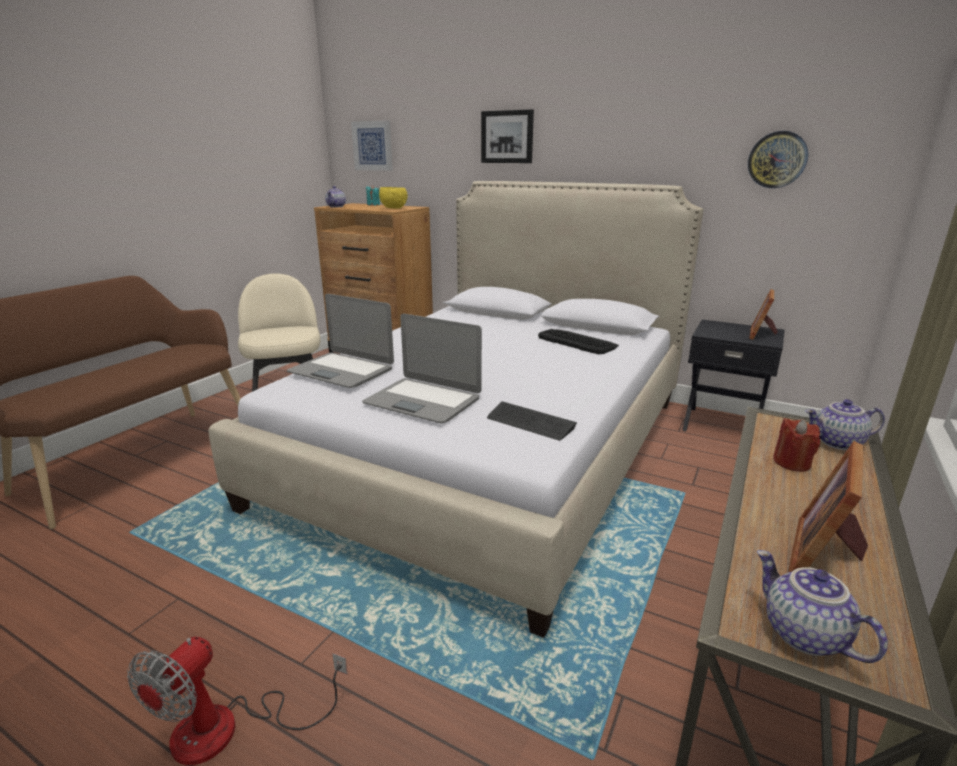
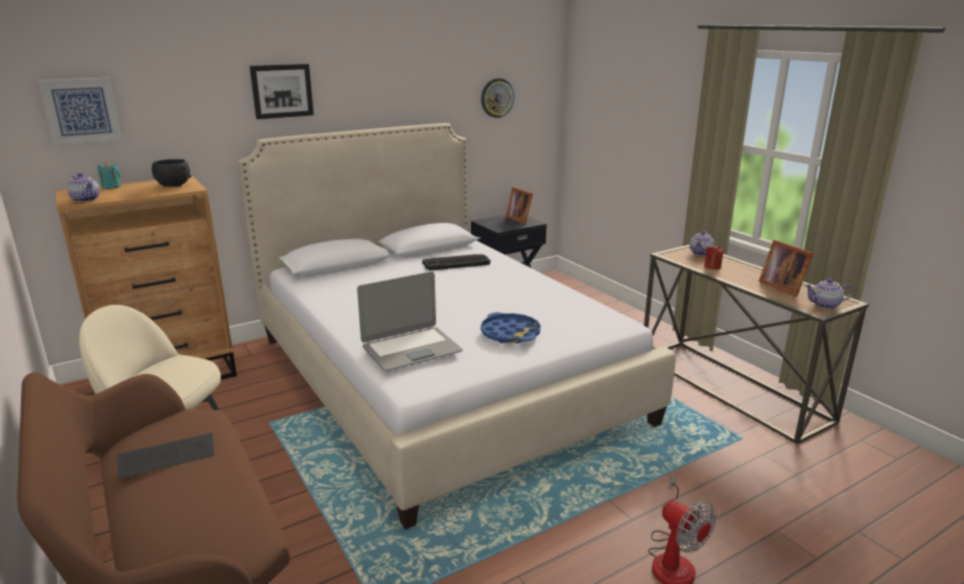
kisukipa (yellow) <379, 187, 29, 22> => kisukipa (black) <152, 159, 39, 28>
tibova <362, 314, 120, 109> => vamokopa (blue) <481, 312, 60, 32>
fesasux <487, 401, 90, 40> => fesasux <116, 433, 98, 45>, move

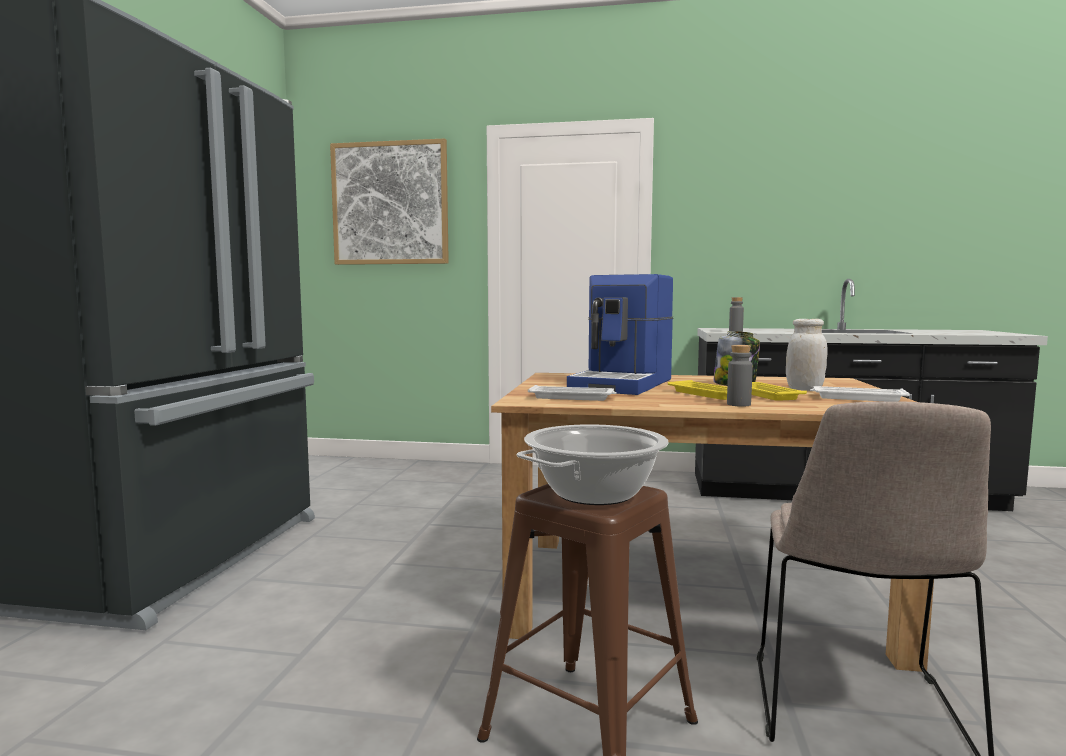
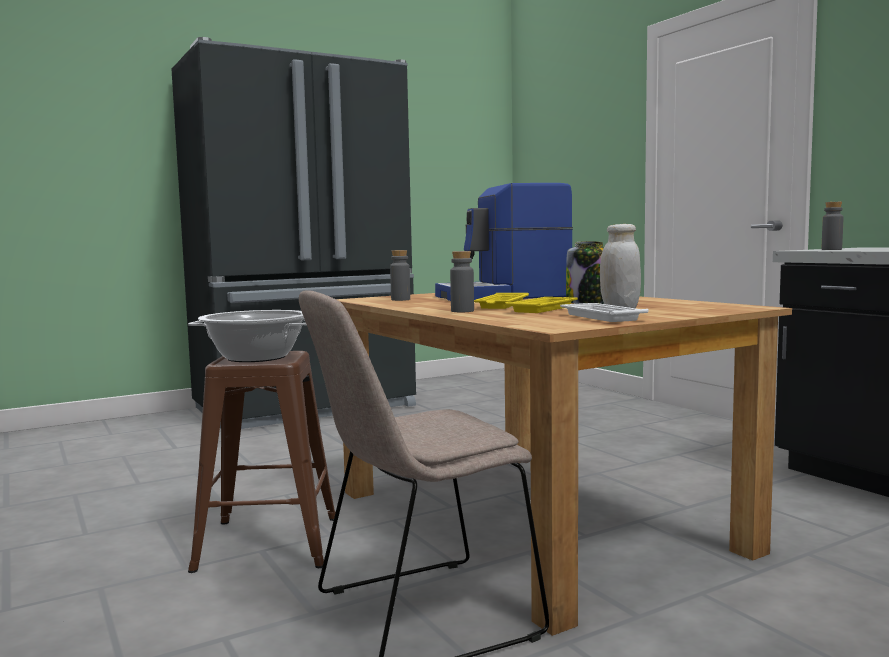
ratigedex <330, 138, 119, 127> => nothing
vamokopa (white) <528, 385, 89, 16> => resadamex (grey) <390, 250, 20, 51>

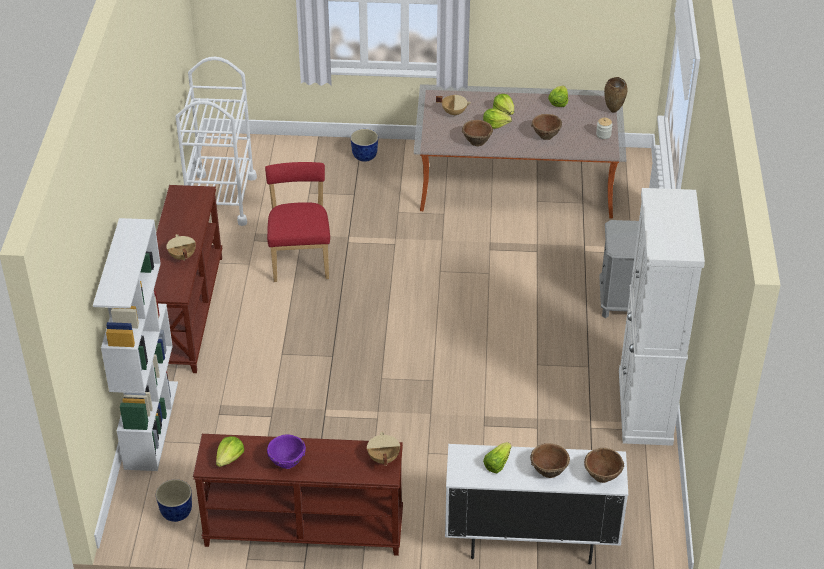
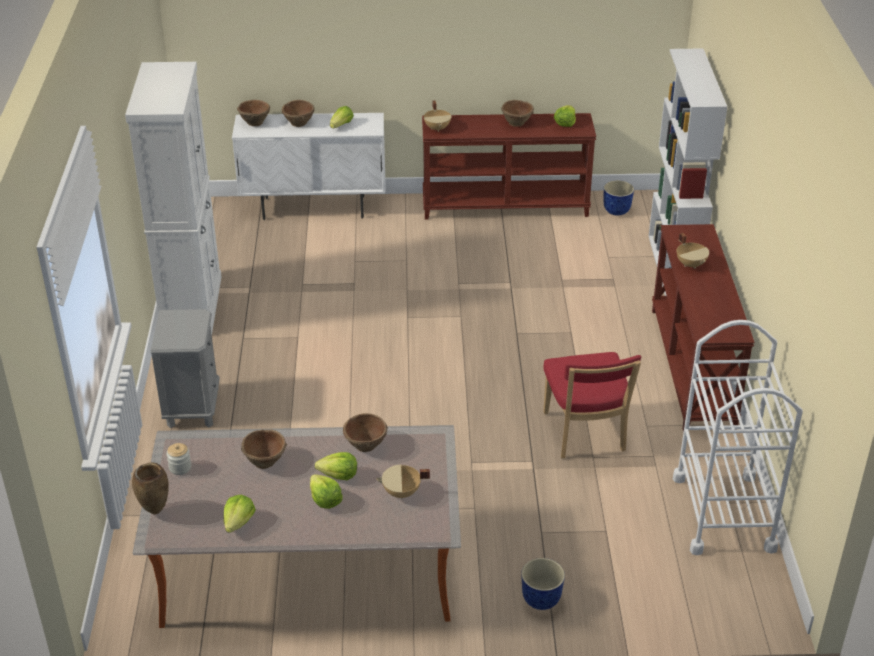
kisukipa (purple) <267, 435, 39, 34> => kisukipa (brown) <501, 100, 33, 27>

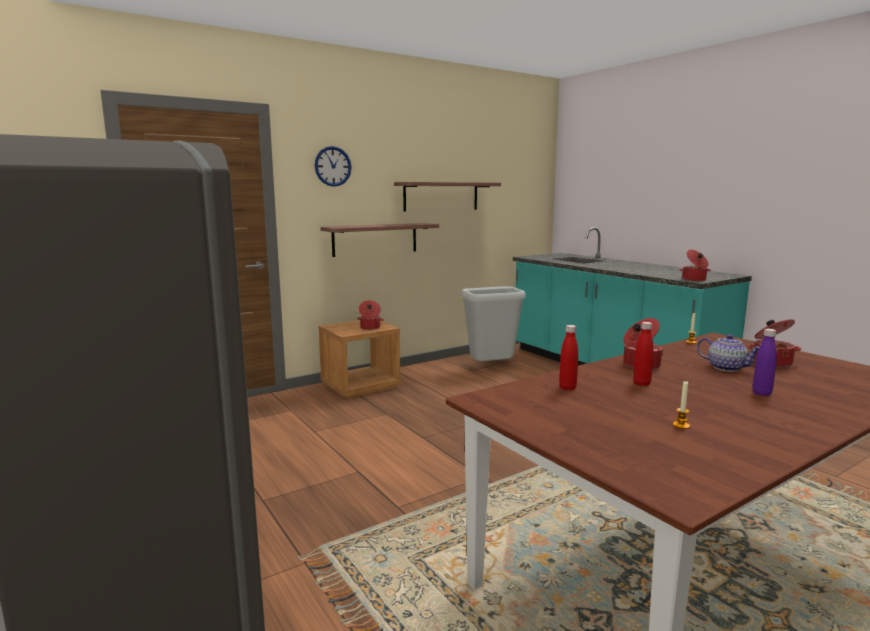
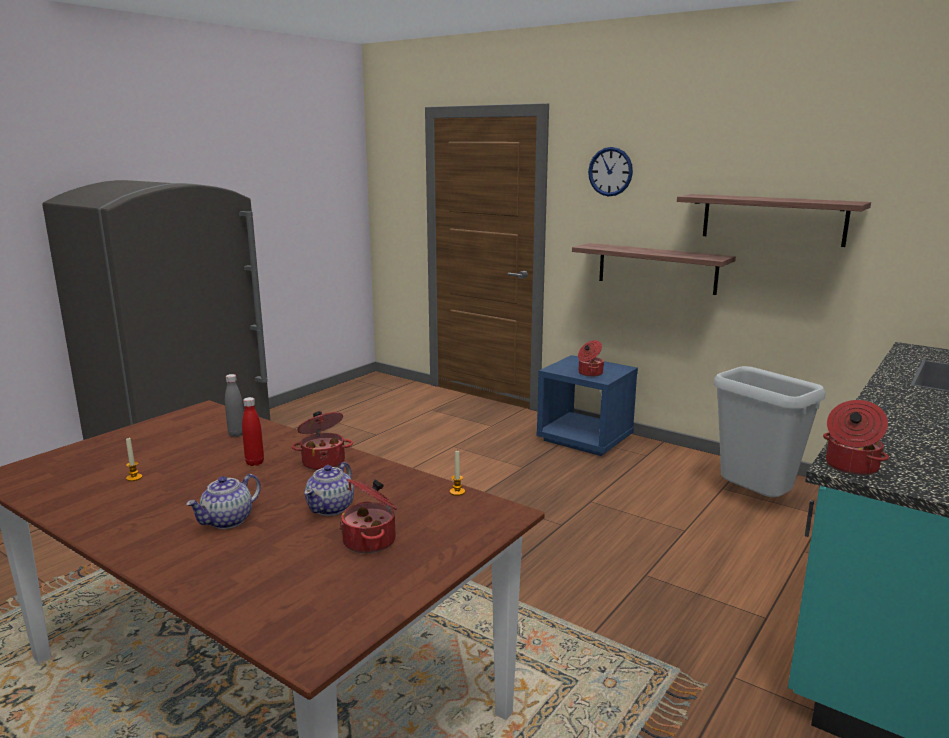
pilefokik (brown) <319, 320, 82, 79> => pilefokik (blue) <537, 355, 101, 101>
resadamex (red) <559, 325, 19, 66> => resadamex (grey) <225, 374, 19, 63>
resadamex (purple) <752, 329, 25, 67> => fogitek <186, 474, 75, 55>

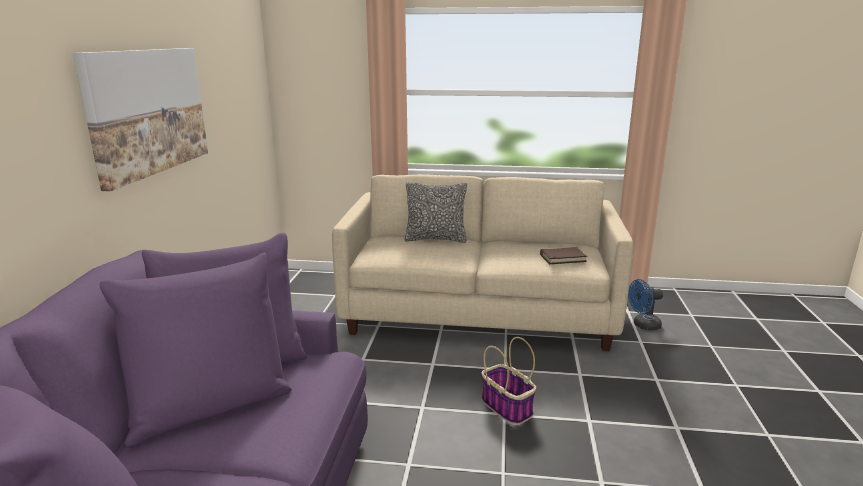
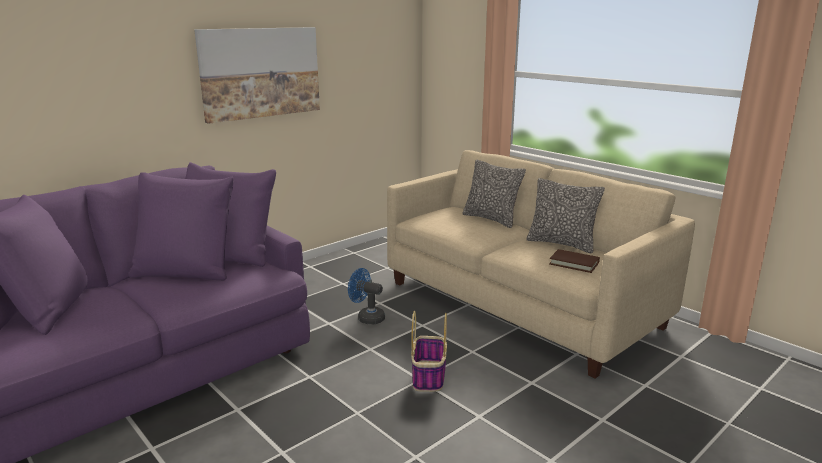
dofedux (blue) <628, 279, 35, 52> => dofedux (blue) <348, 268, 37, 57>, move
nothing => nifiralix <526, 178, 79, 75>

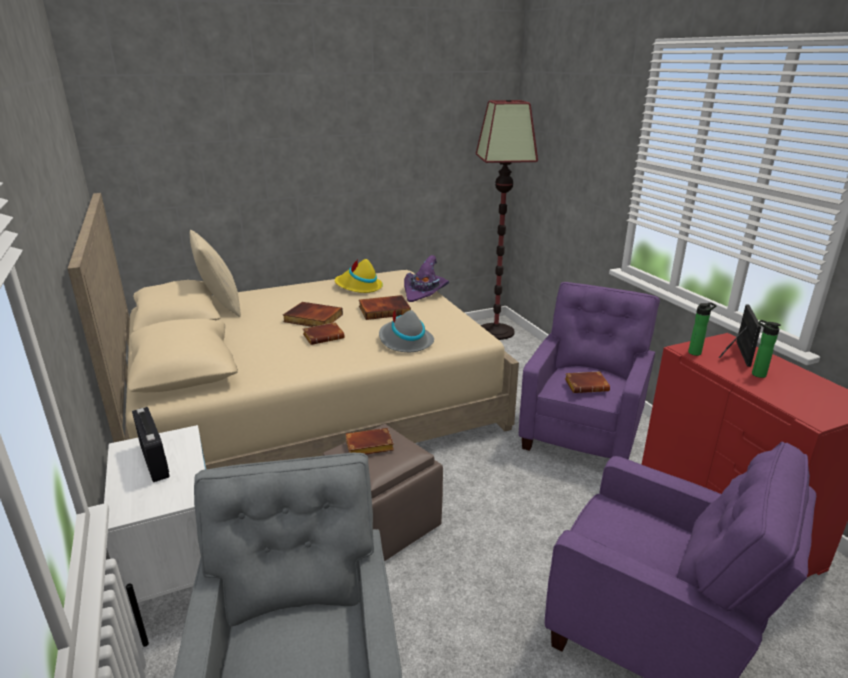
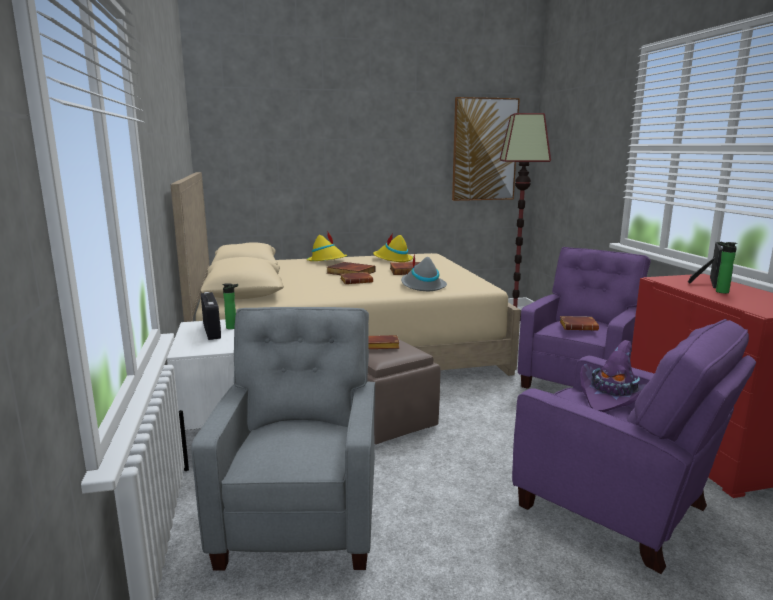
nifiralix (beige) <190, 230, 51, 87> => nothing
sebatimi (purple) <404, 255, 45, 47> => sebatimi (purple) <580, 340, 67, 72>, move
resadamex <688, 302, 29, 54> => resadamex <222, 283, 16, 46>, move
nothing => ratigedex <452, 97, 68, 104>
nothing => sebatimi (yellow) <307, 231, 40, 30>

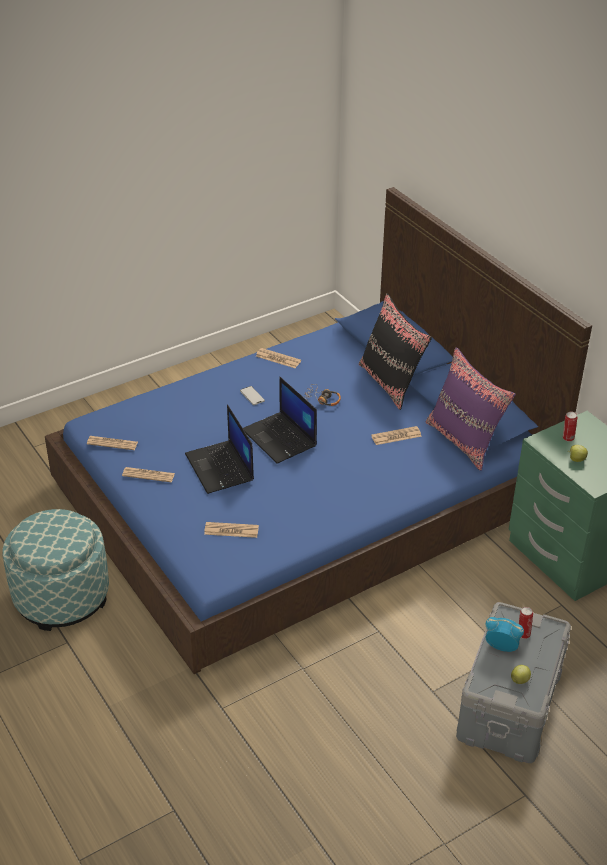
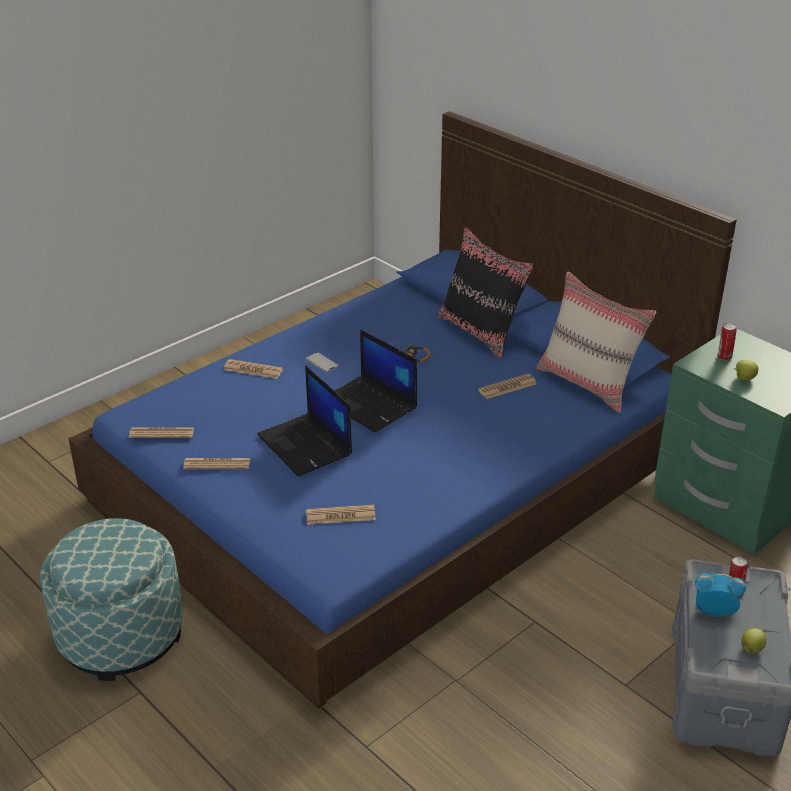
nifiralix (purple) <426, 347, 90, 124> => nifiralix (beige) <536, 271, 121, 142>
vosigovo <256, 348, 45, 20> => vosigovo <223, 359, 60, 20>, move

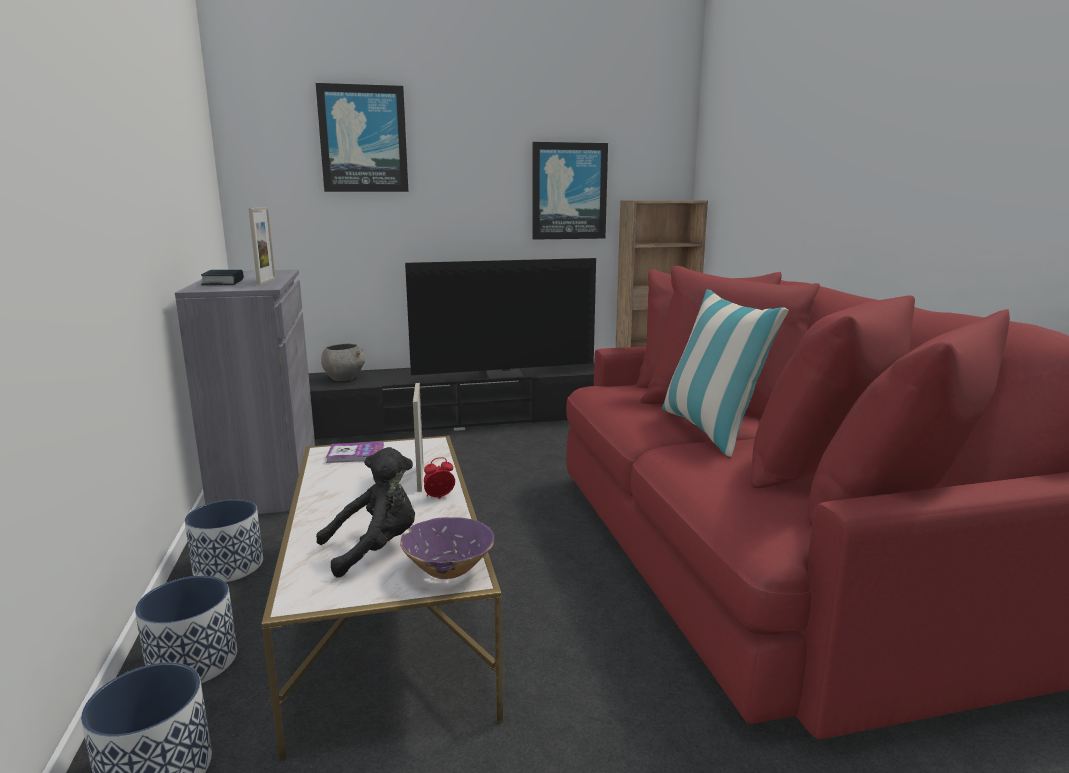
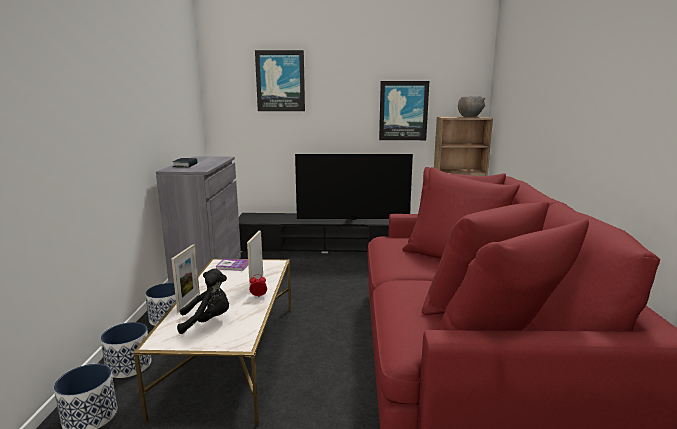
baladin <248, 207, 28, 78> => baladin <171, 244, 29, 69>, move
nifiralix <662, 289, 126, 168> => nothing
kisukipa (grey) <321, 344, 44, 37> => kisukipa (grey) <458, 96, 27, 21>, move
kisukipa (purple) <400, 517, 94, 62> => nothing

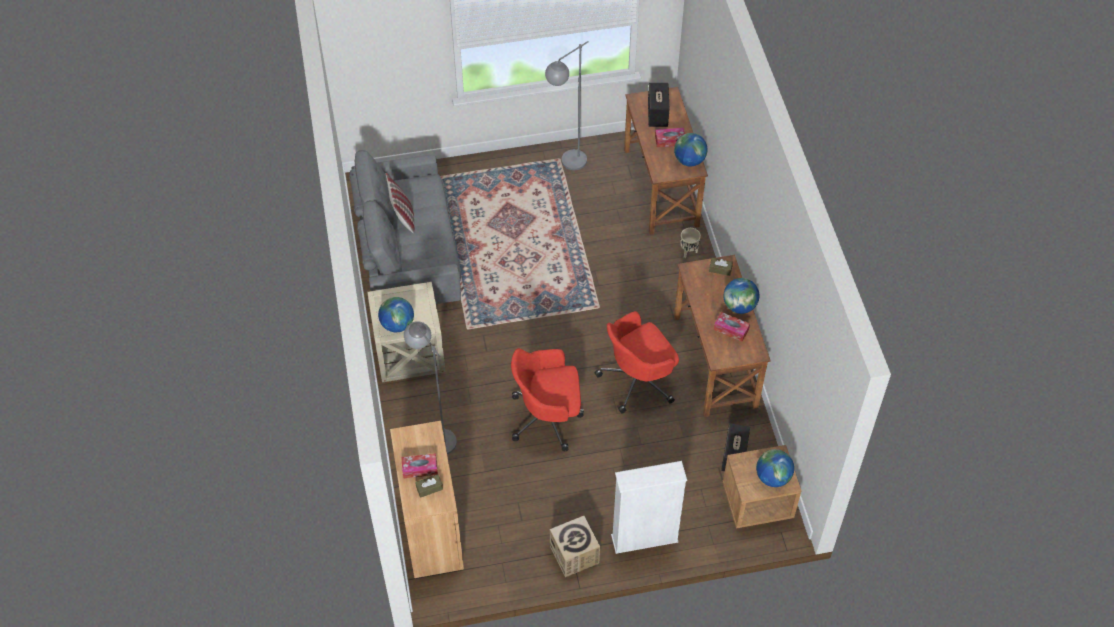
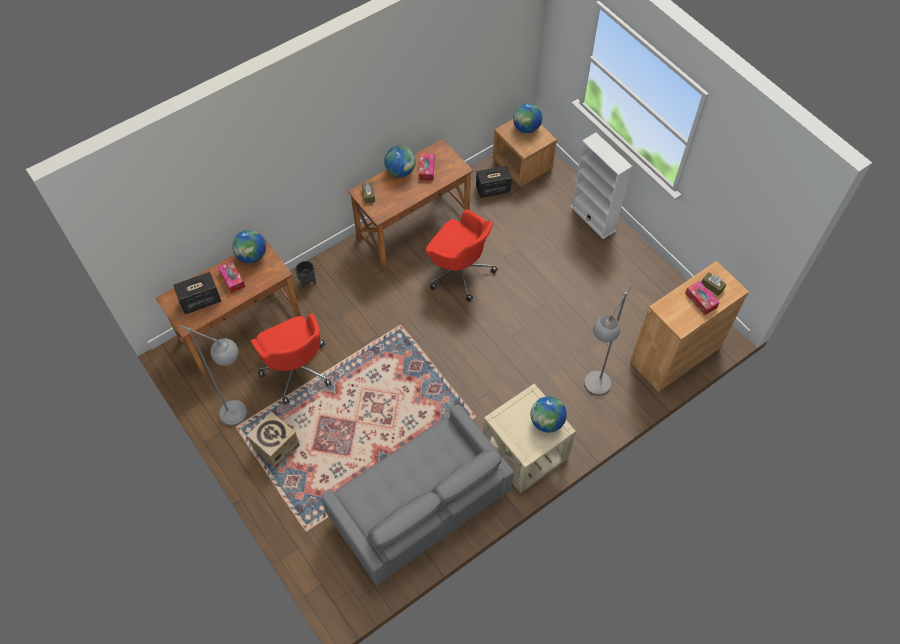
nifiralix <385, 173, 29, 60> => nothing
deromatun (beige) <680, 228, 21, 30> => deromatun (black) <295, 261, 21, 27>
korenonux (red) <511, 348, 73, 103> => korenonux (red) <251, 313, 80, 91>, move
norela <550, 516, 50, 61> => norela <247, 412, 53, 57>, move

